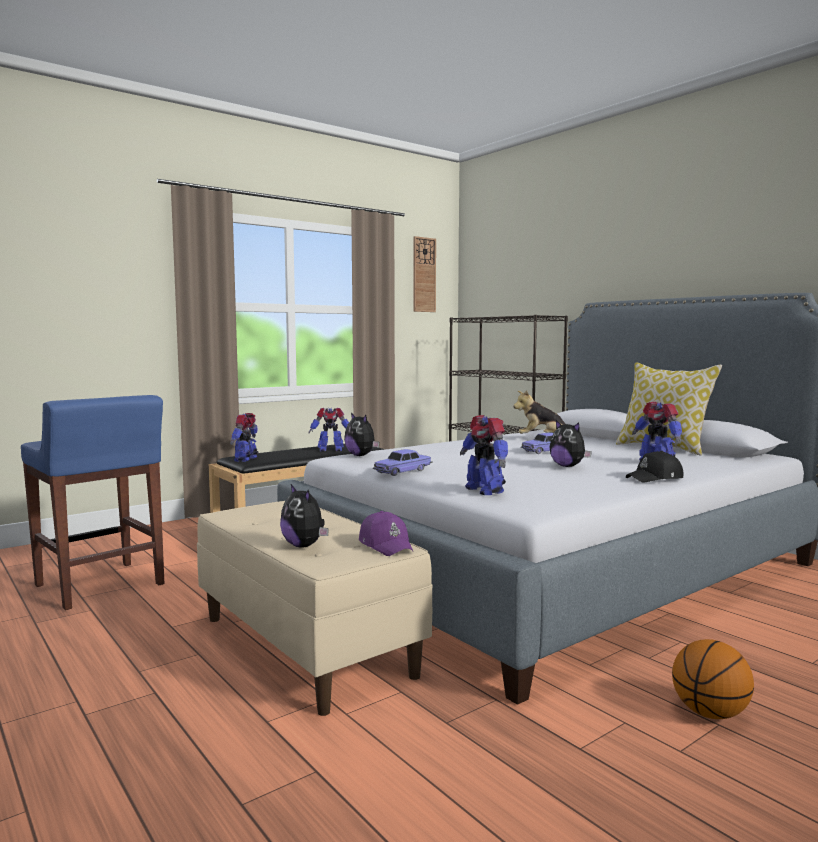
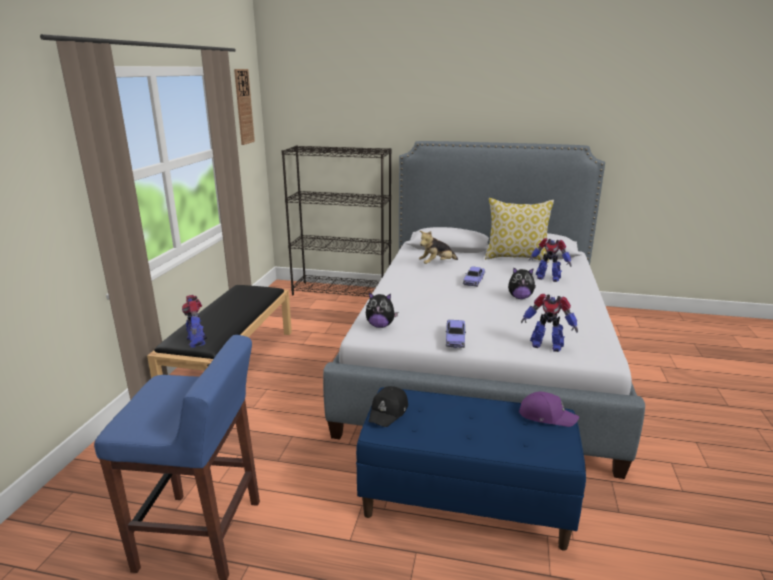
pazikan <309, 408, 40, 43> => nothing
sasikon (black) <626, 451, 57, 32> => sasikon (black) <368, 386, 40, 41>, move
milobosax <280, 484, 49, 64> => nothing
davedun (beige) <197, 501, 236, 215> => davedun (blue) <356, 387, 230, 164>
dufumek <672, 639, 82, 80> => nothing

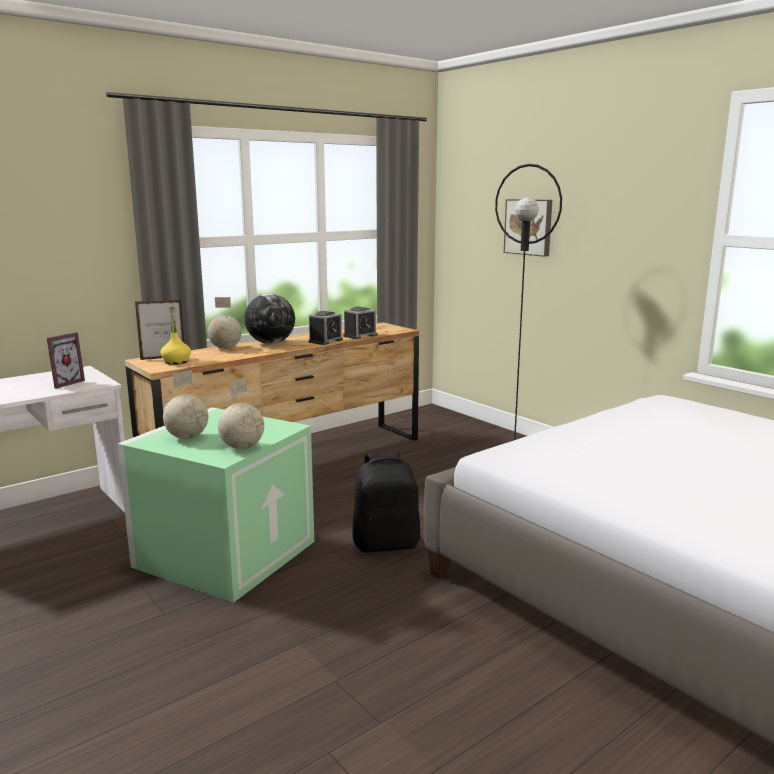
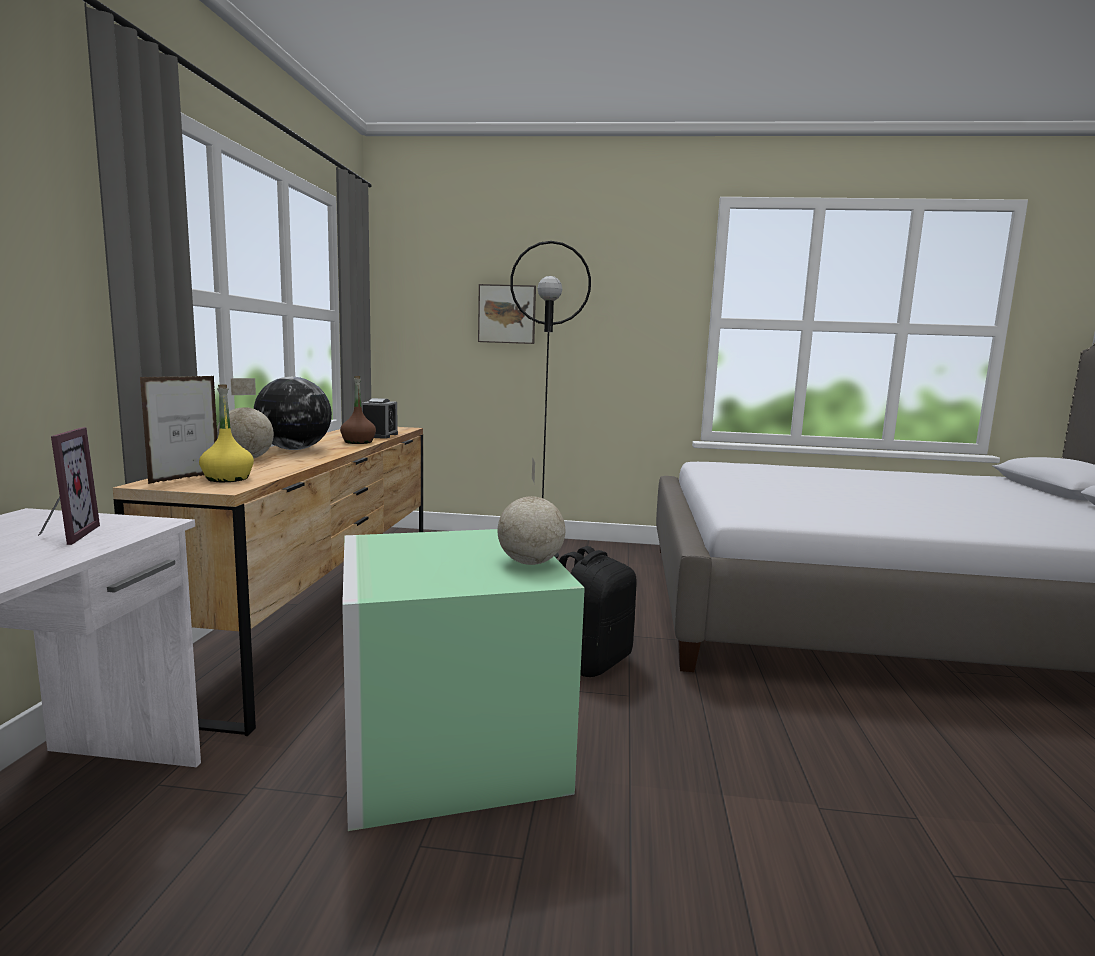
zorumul <309, 311, 34, 34> => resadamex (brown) <340, 376, 36, 68>
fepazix <163, 370, 45, 69> => nothing

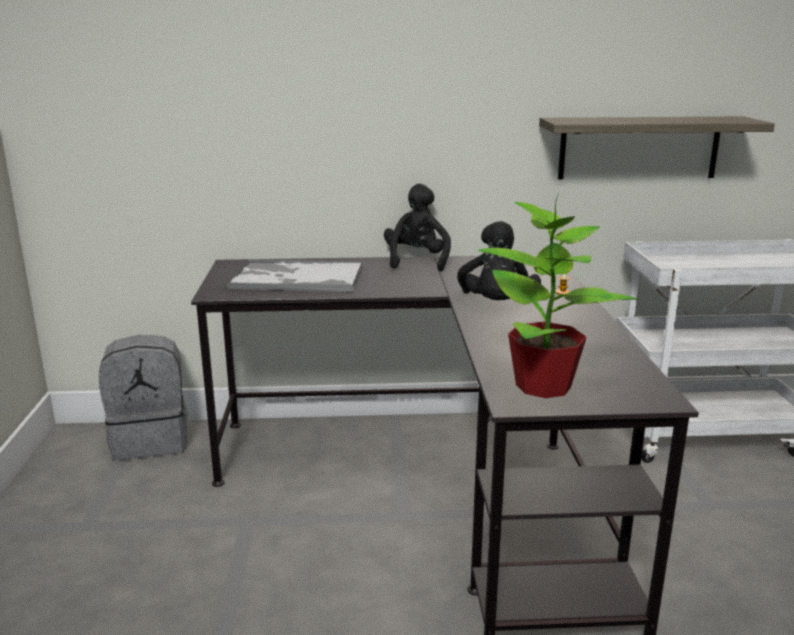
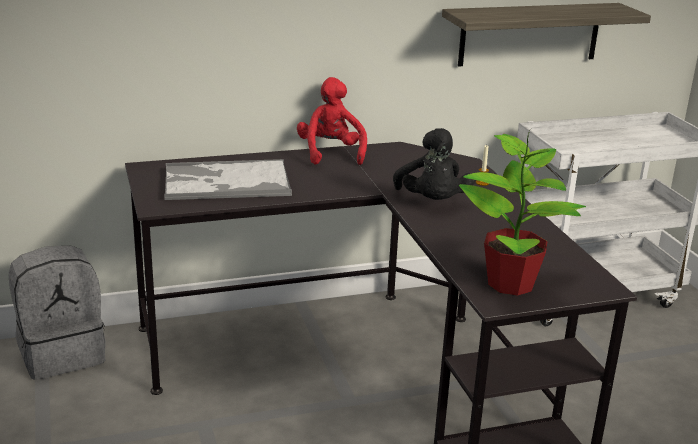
milobosax (black) <384, 184, 67, 87> => milobosax (red) <297, 77, 70, 88>

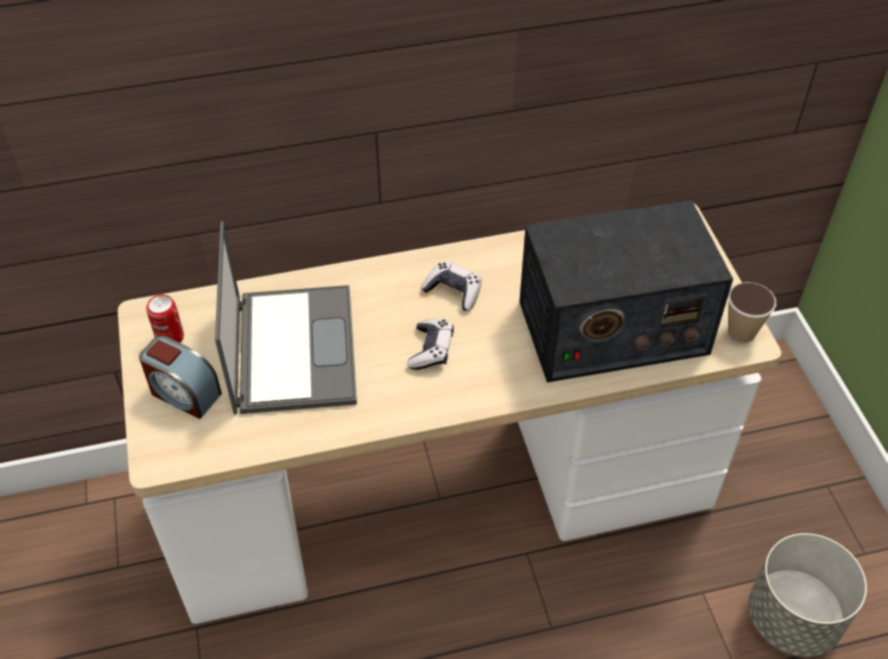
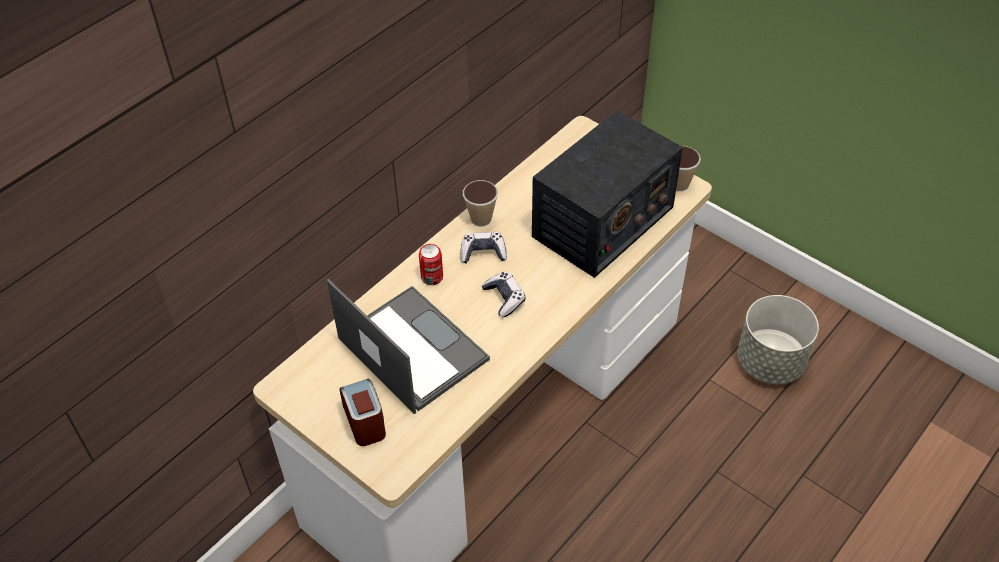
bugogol <146, 295, 38, 48> => bugogol <419, 244, 24, 41>, move
zorumul <139, 336, 83, 83> => zorumul <340, 379, 46, 67>, 105 degrees counterclockwise
nothing => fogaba <463, 180, 35, 46>

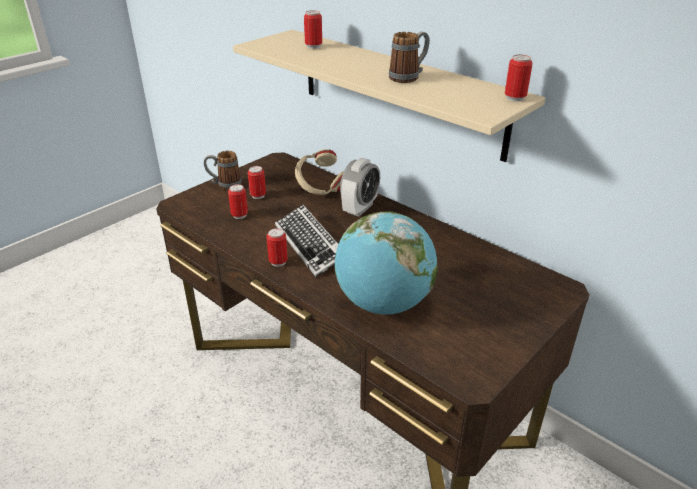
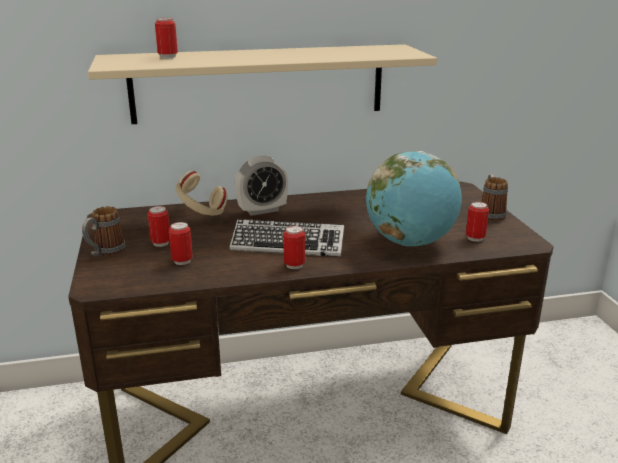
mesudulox <389, 32, 41, 51> => mesudulox <481, 174, 27, 47>, move
bugogol <505, 55, 28, 47> => bugogol <466, 202, 23, 40>, move
zorumul <340, 158, 40, 59> => zorumul <235, 156, 53, 60>, 90 degrees clockwise

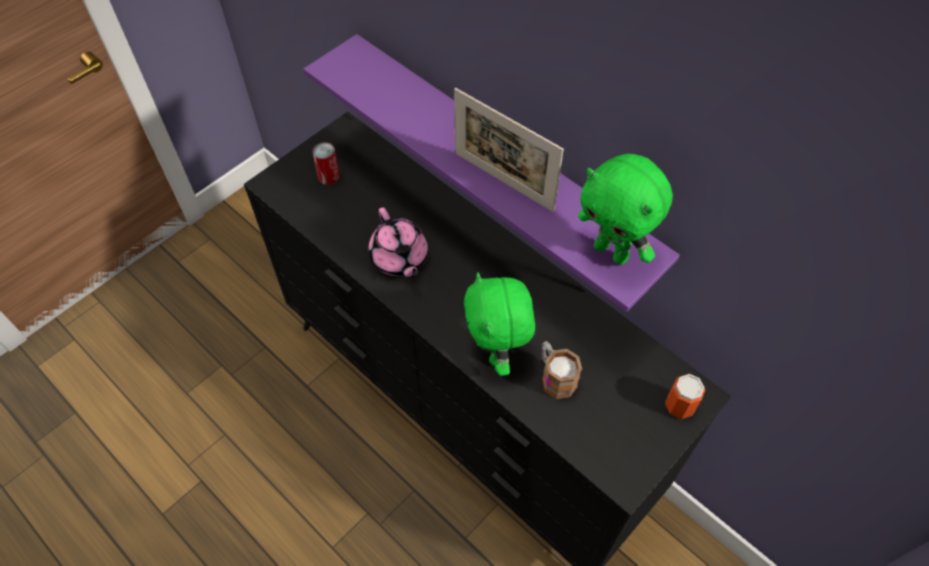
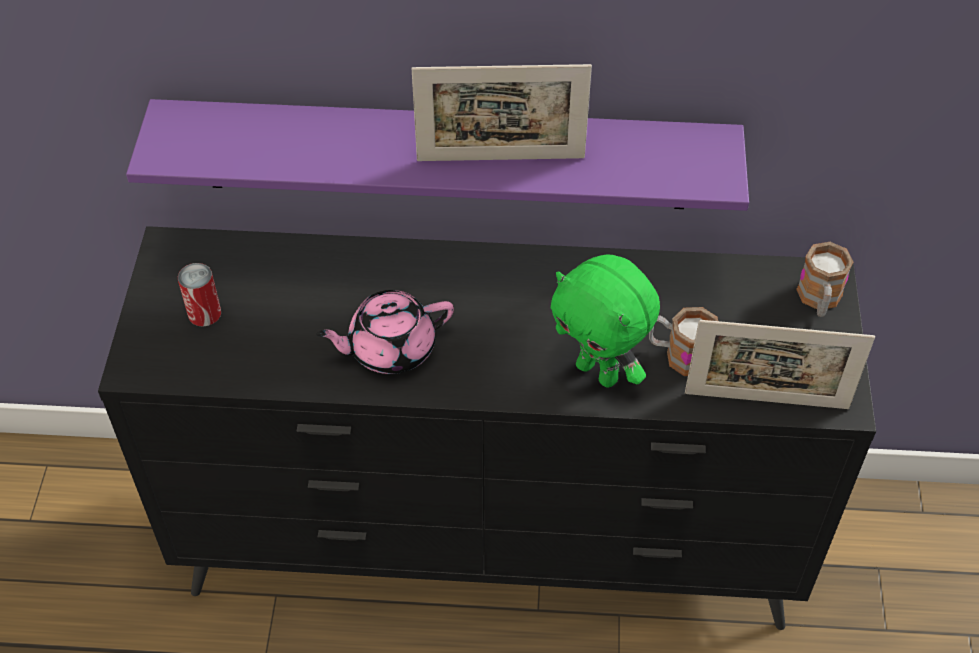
milobosax (green) <578, 154, 95, 111> => nothing
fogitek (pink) <368, 207, 60, 70> => fogitek (pink) <316, 290, 138, 84>, 135 degrees clockwise
bugogol <665, 374, 40, 45> => mesudulox <796, 242, 57, 75>
nothing => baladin <685, 320, 190, 89>

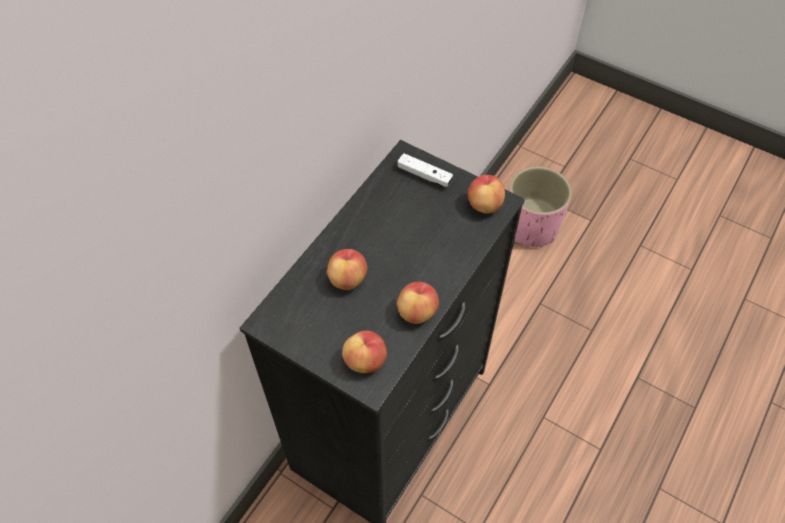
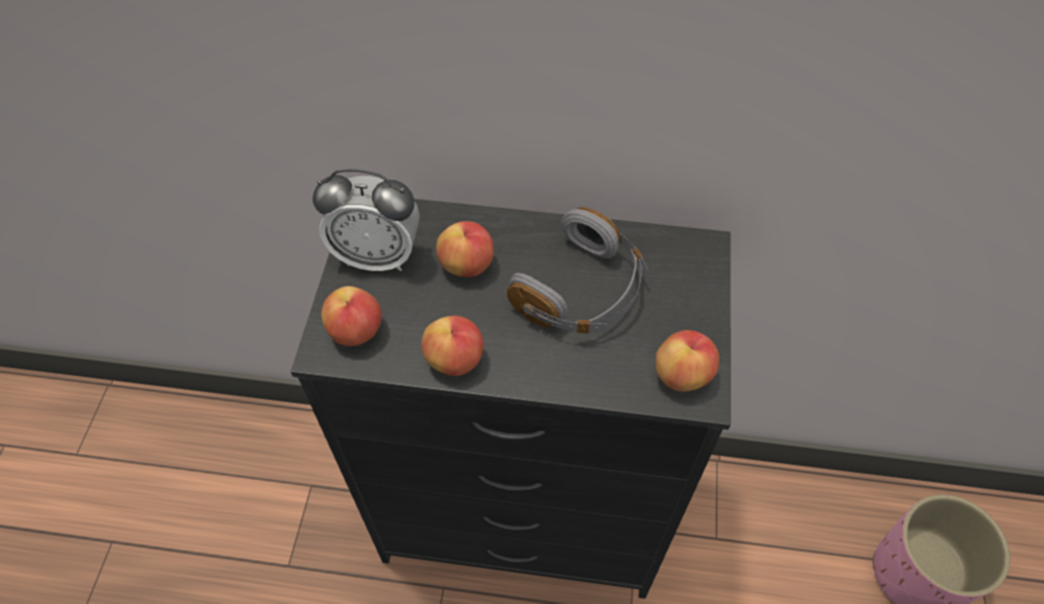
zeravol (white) <397, 153, 56, 34> => nothing
nothing => zorumul <312, 169, 108, 102>
nothing => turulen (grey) <507, 207, 141, 126>

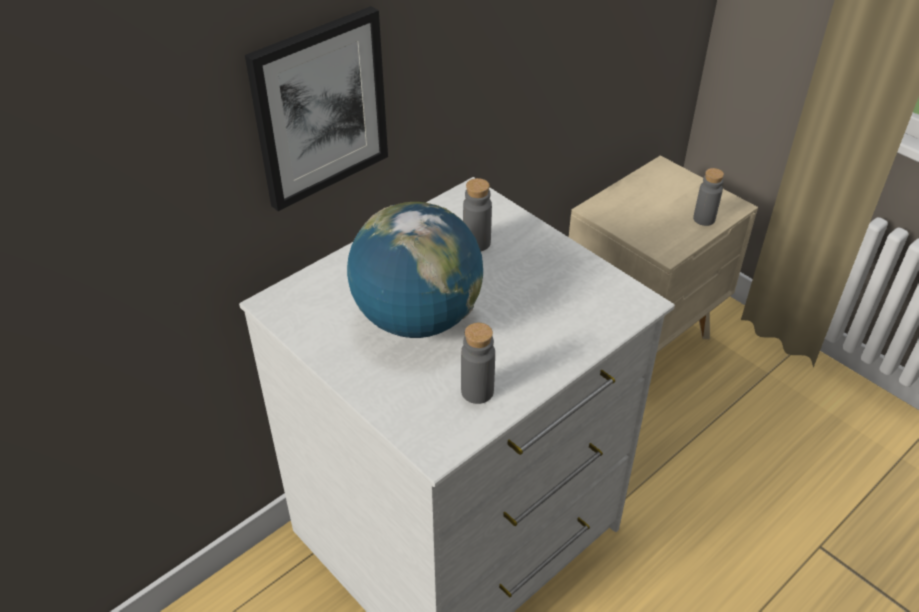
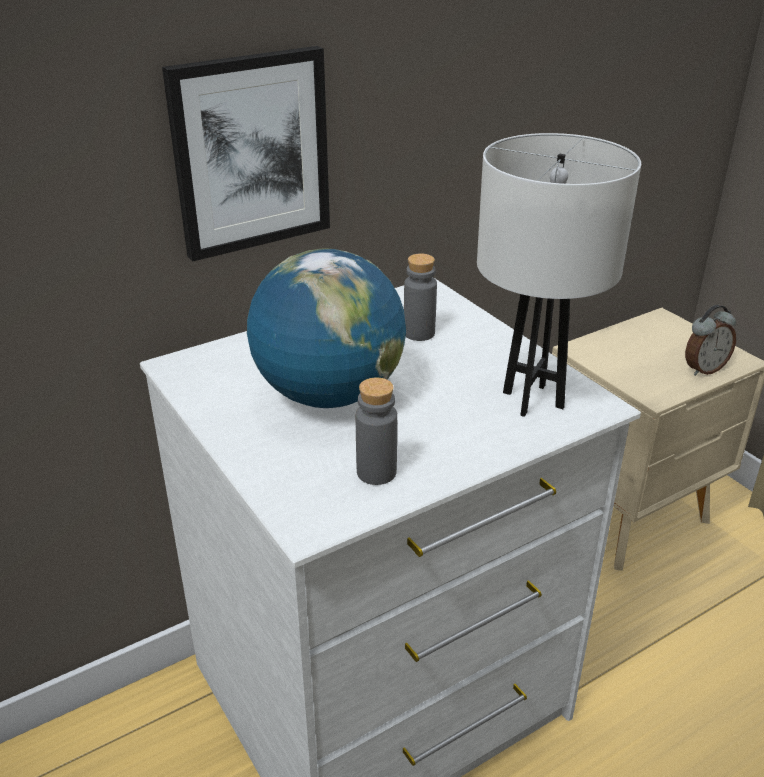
resadamex (grey) <693, 168, 31, 58> => zorumul <685, 305, 51, 71>
nothing => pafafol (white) <477, 133, 164, 284>

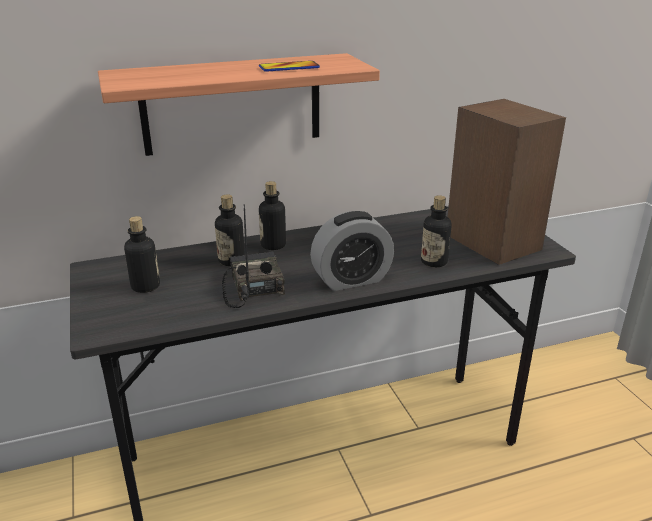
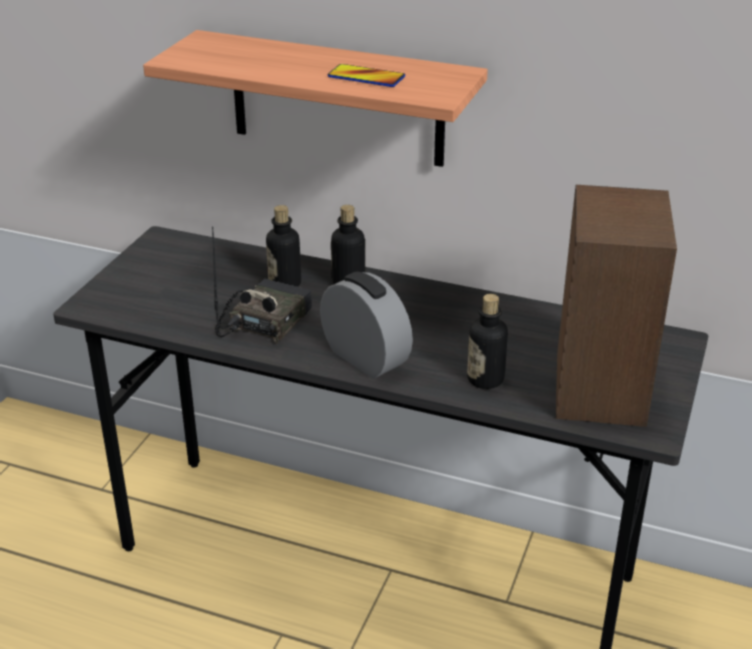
zorumul <310, 211, 84, 80> => zorumul <320, 272, 93, 106>, 150 degrees counterclockwise
resadamex <124, 216, 36, 77> => nothing

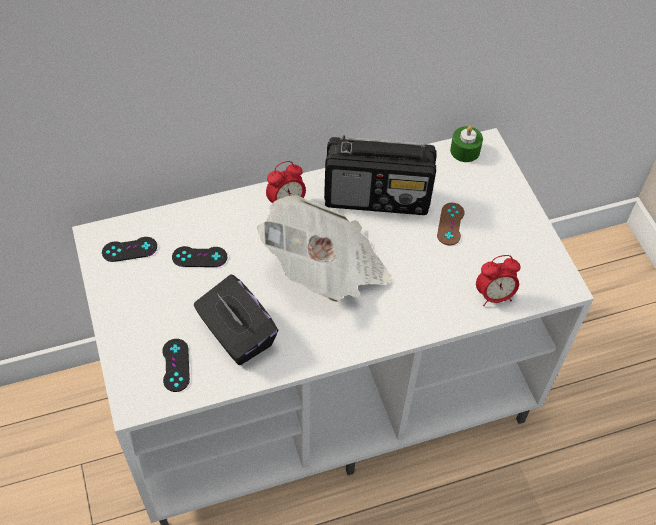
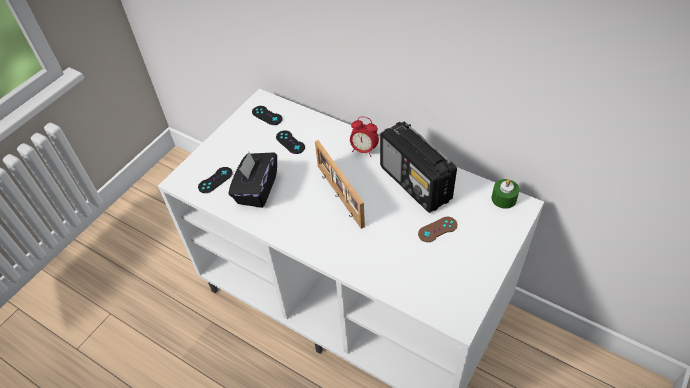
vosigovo <257, 195, 134, 107> => baladin <315, 140, 50, 89>
zorumul <476, 255, 45, 51> => nothing

